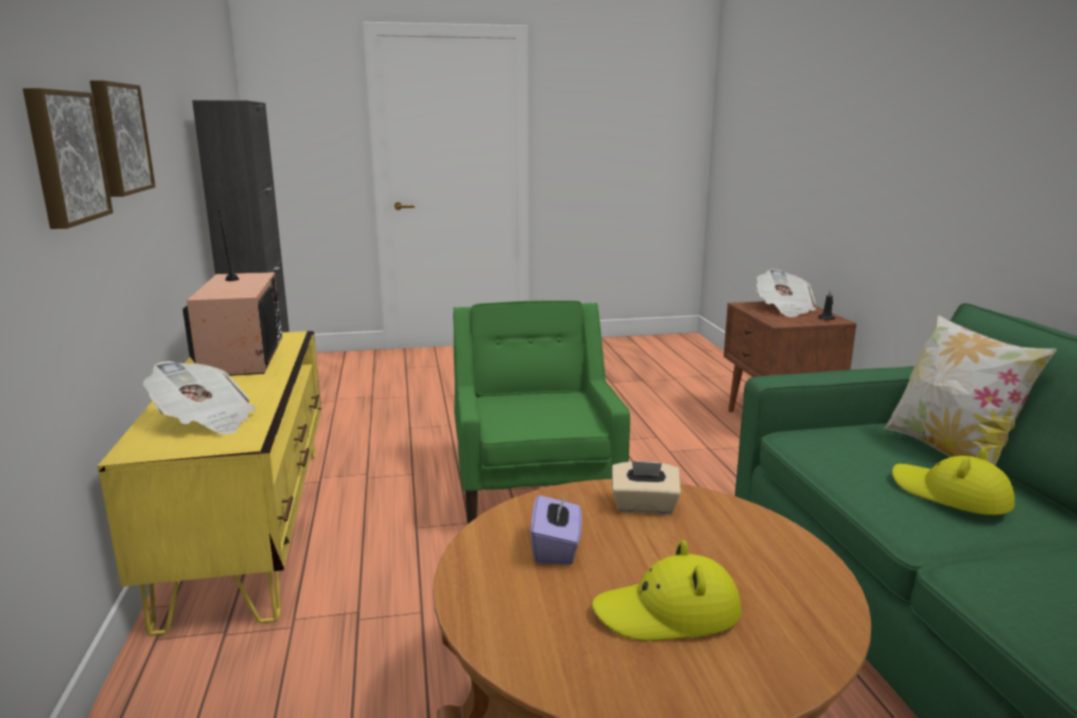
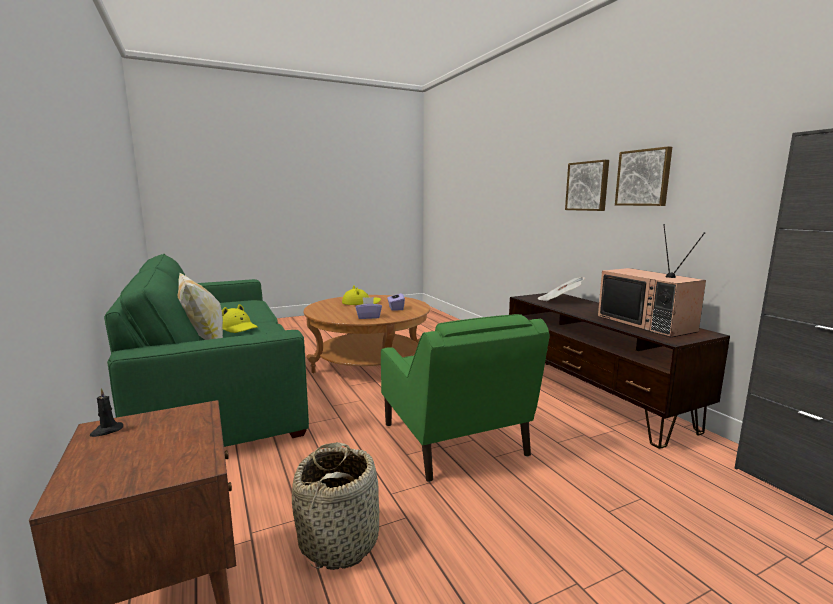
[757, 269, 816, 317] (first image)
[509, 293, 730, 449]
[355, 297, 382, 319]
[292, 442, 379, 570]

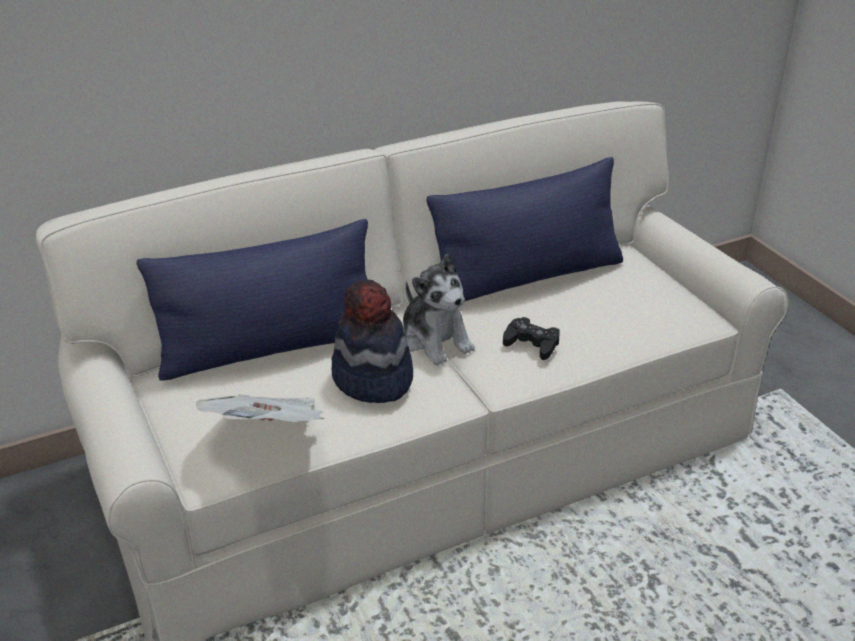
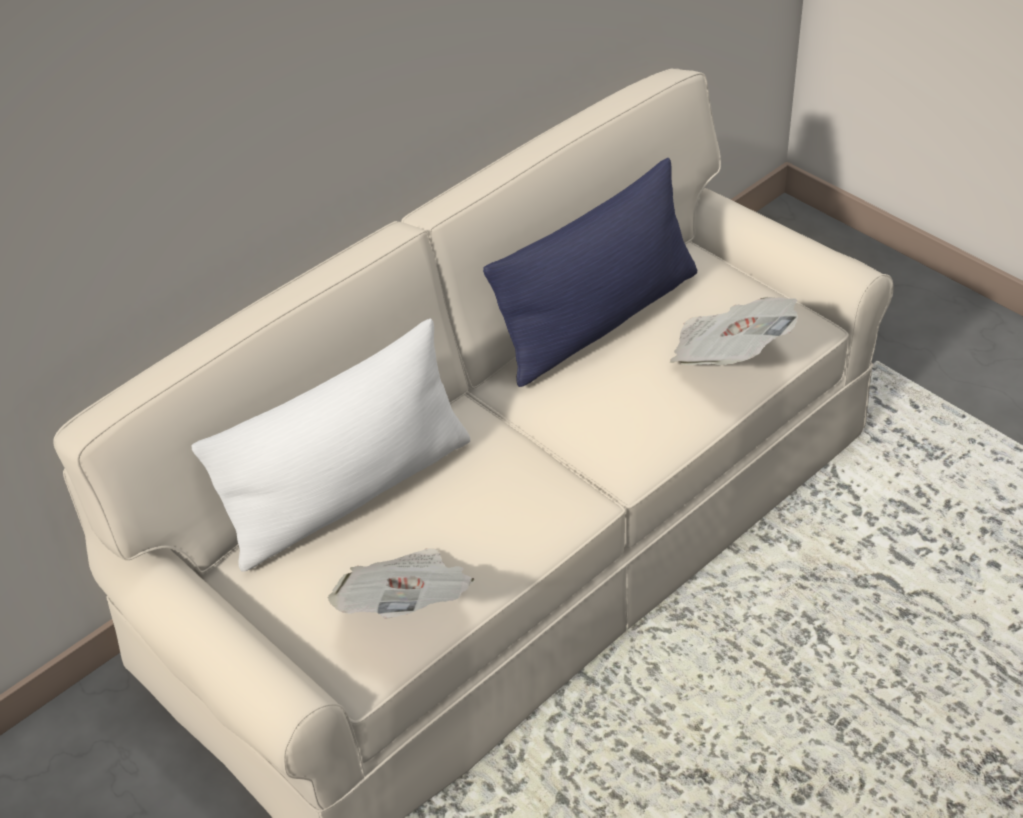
[192, 319, 470, 572]
[403, 254, 475, 365] (first image)
[331, 279, 413, 403] (first image)
[503, 317, 560, 360] (first image)
[670, 297, 798, 365]

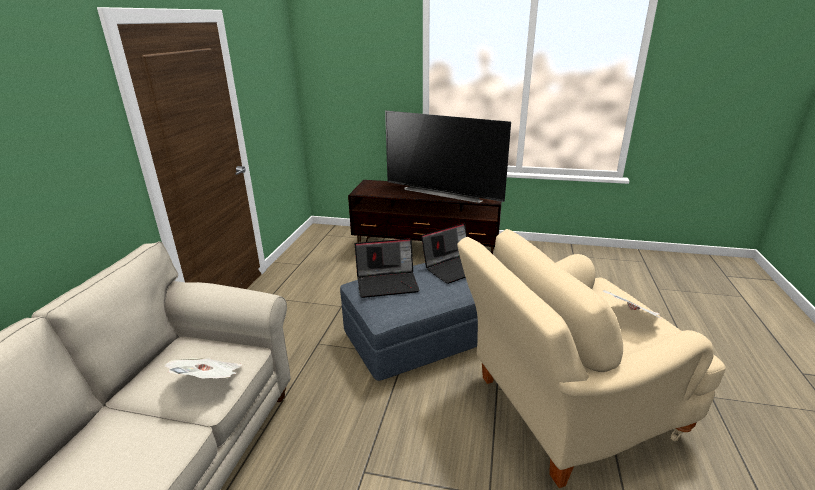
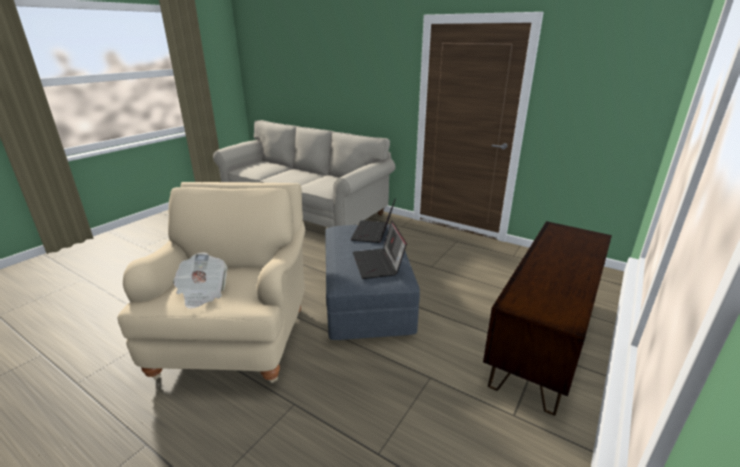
[385, 111, 511, 203] (first image)
[165, 358, 242, 379] (first image)

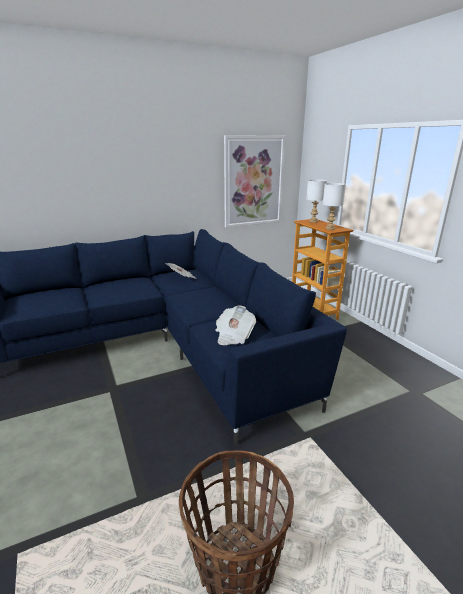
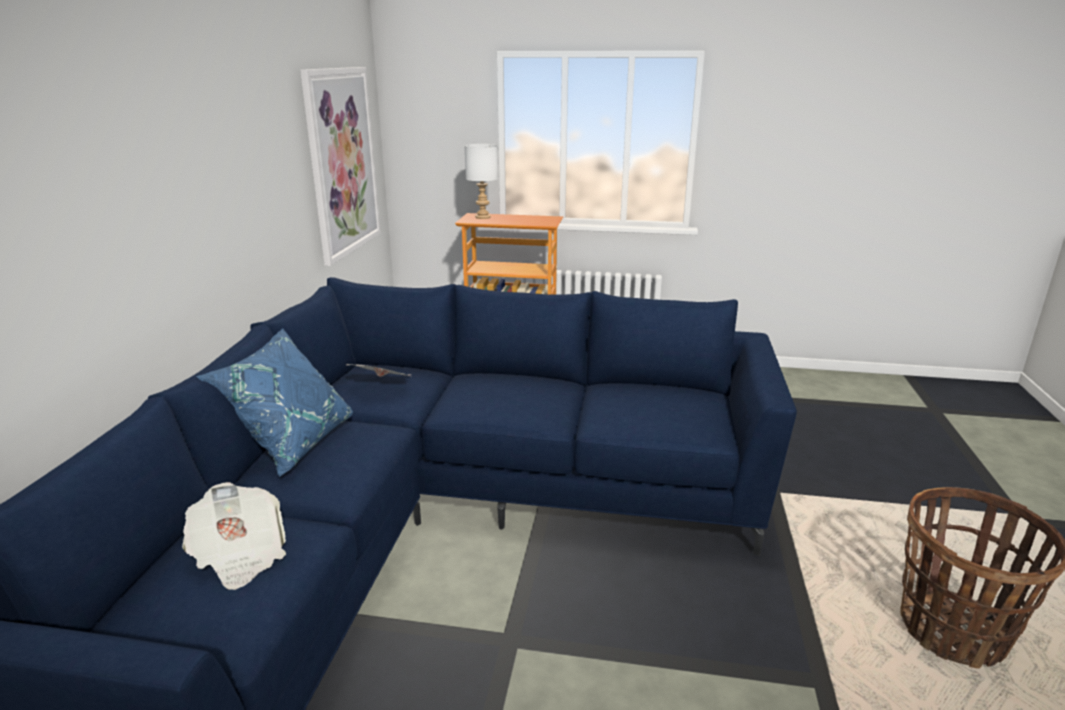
[323, 183, 346, 230] (first image)
[182, 482, 286, 590]
[196, 329, 353, 477]

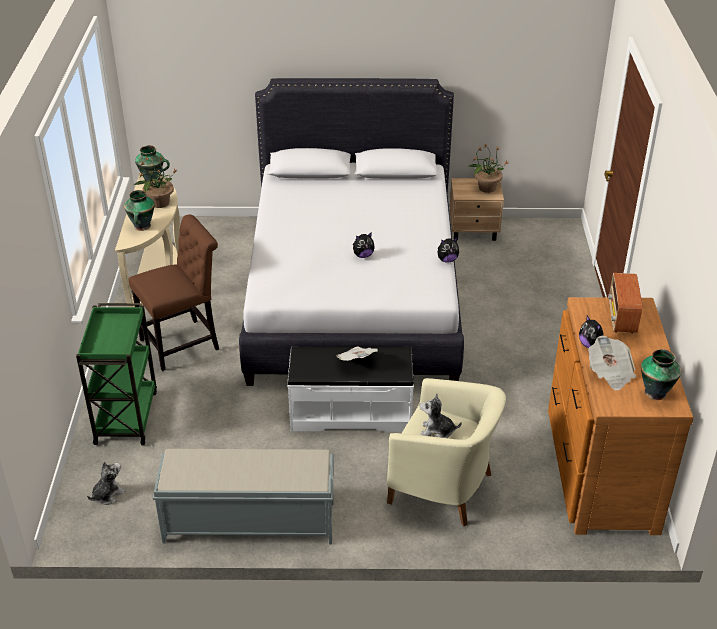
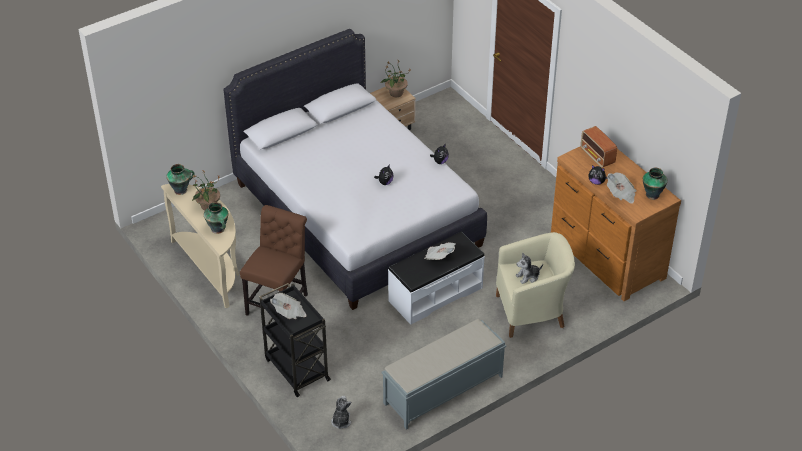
[259, 283, 331, 397]
[270, 293, 307, 319]

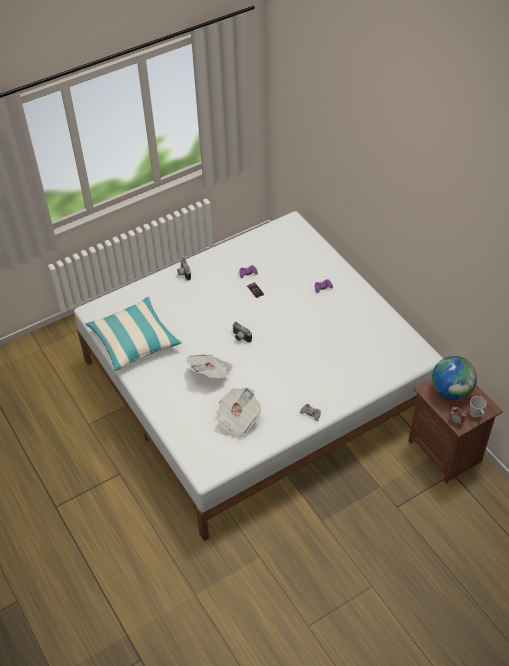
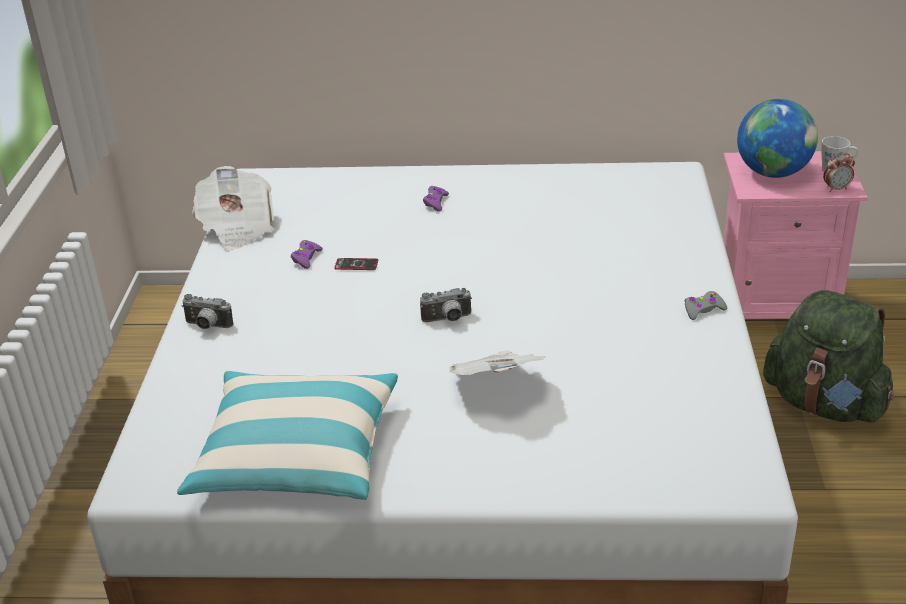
[724, 151, 868, 319]
[193, 166, 274, 250]
[763, 290, 894, 423]

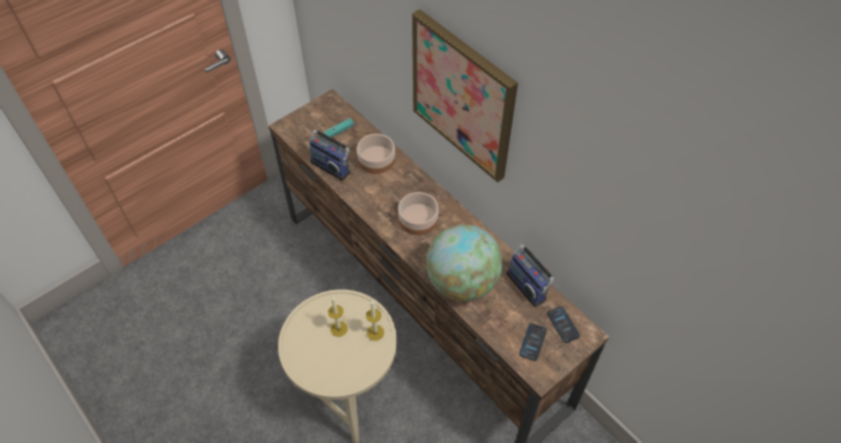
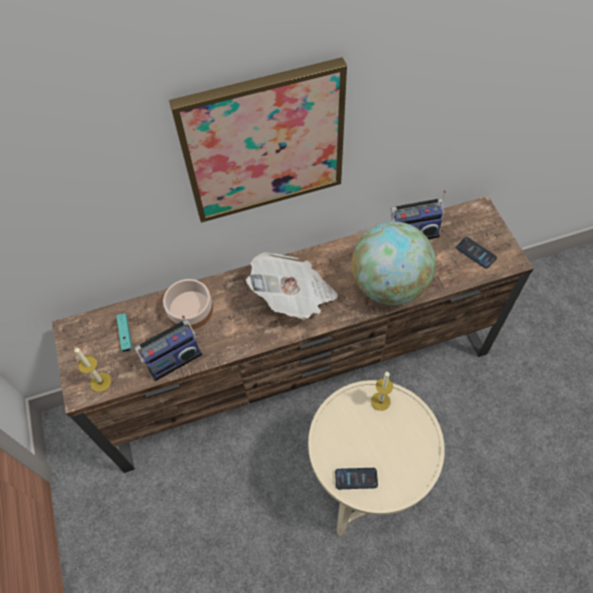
[246, 252, 338, 320]
[74, 348, 112, 392]
[335, 468, 378, 489]

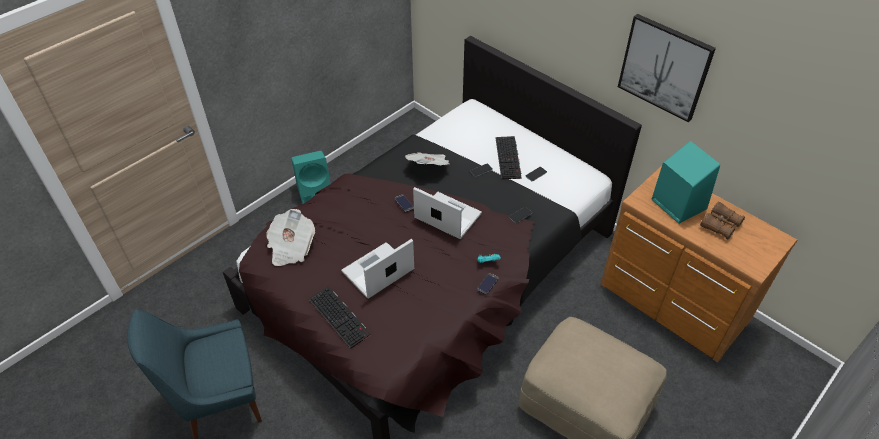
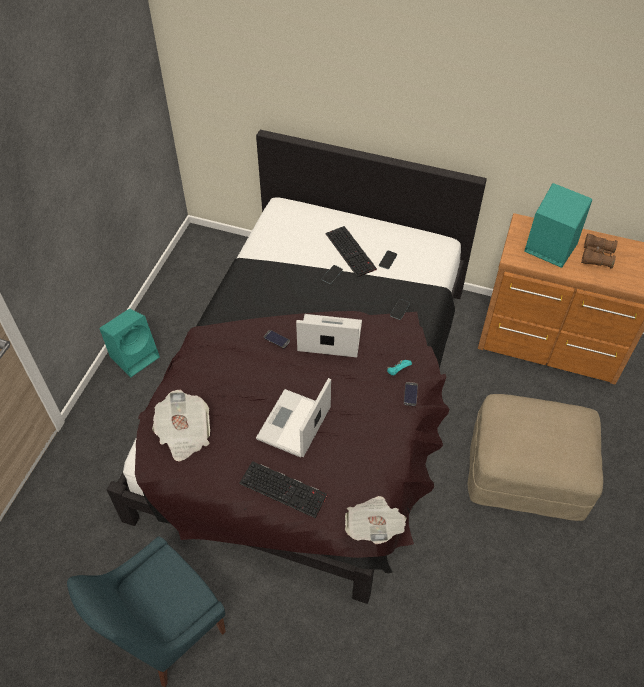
[618, 14, 716, 122] (first image)
[345, 496, 407, 544]

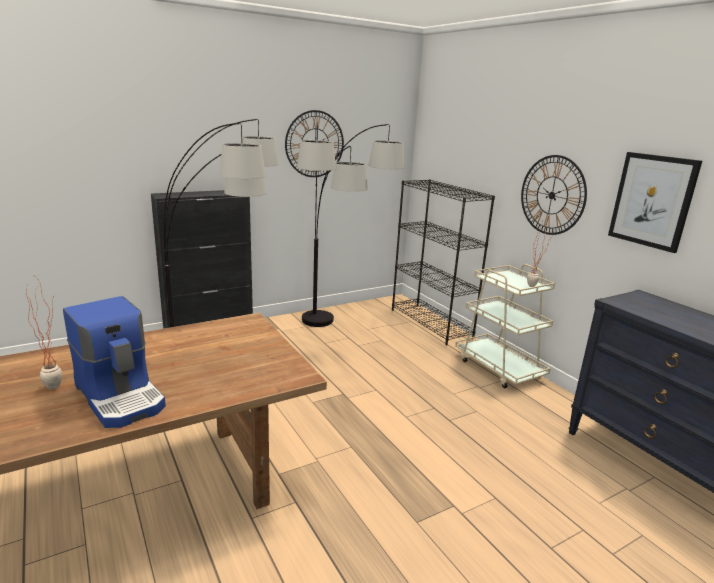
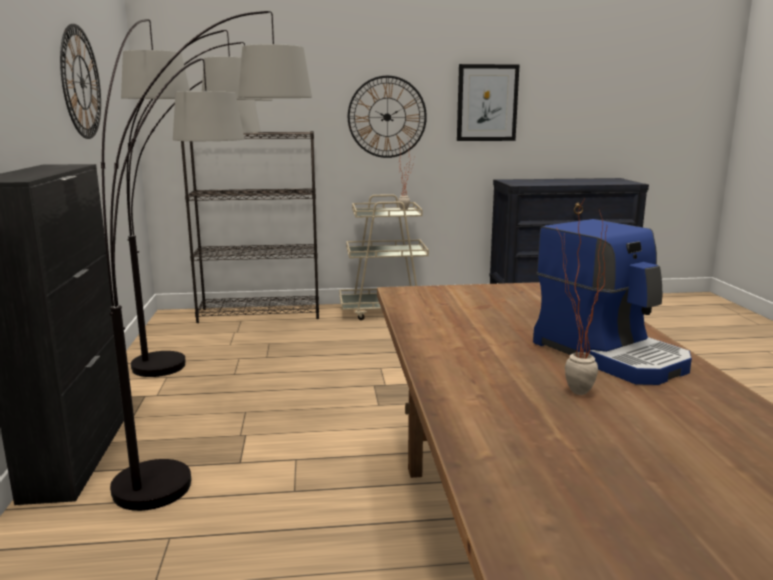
[533, 219, 692, 385]

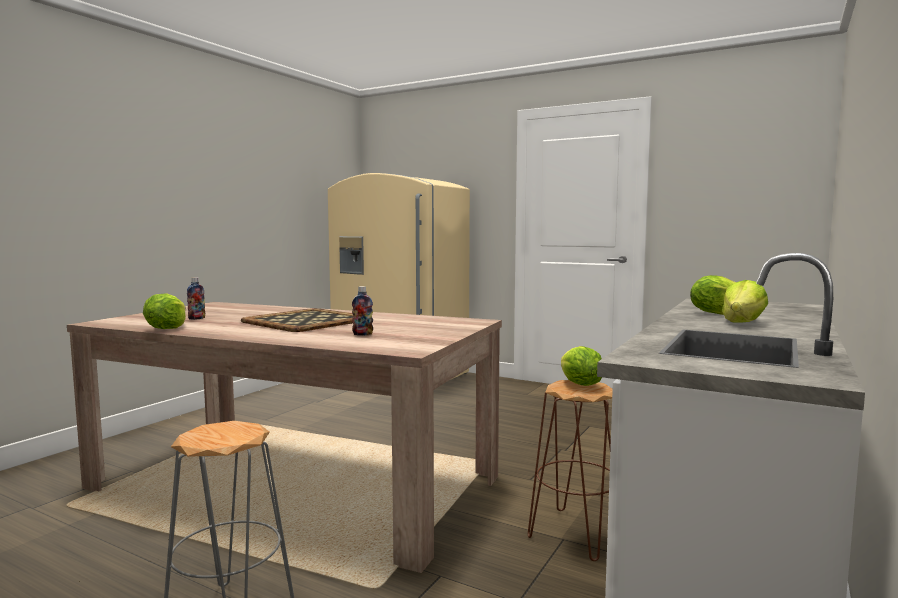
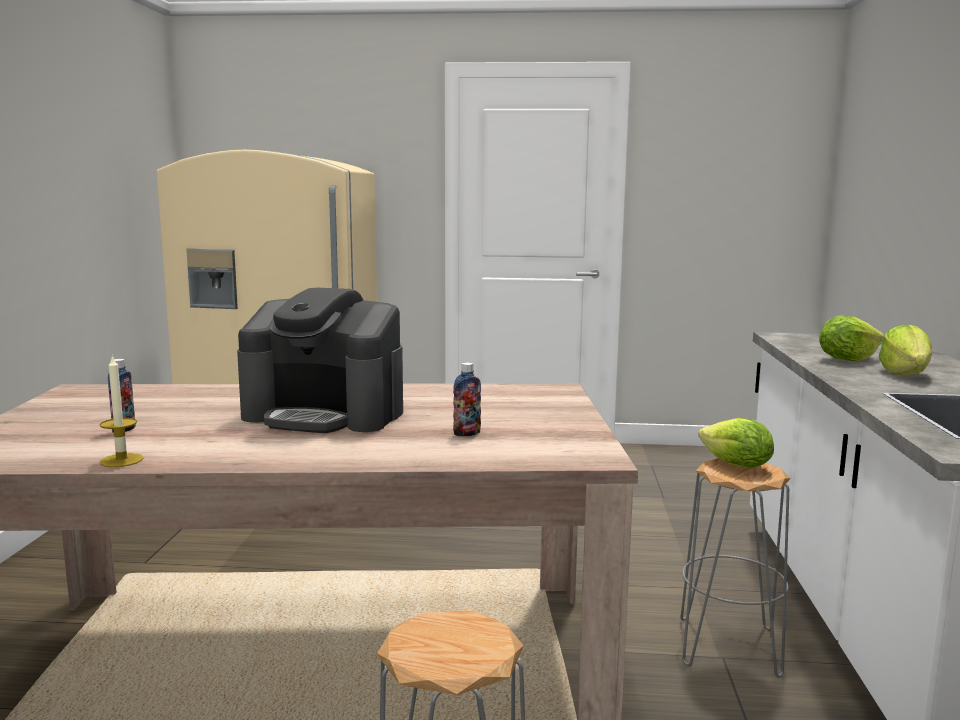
[100, 355, 144, 467]
[237, 288, 403, 433]
[680, 458, 791, 678]

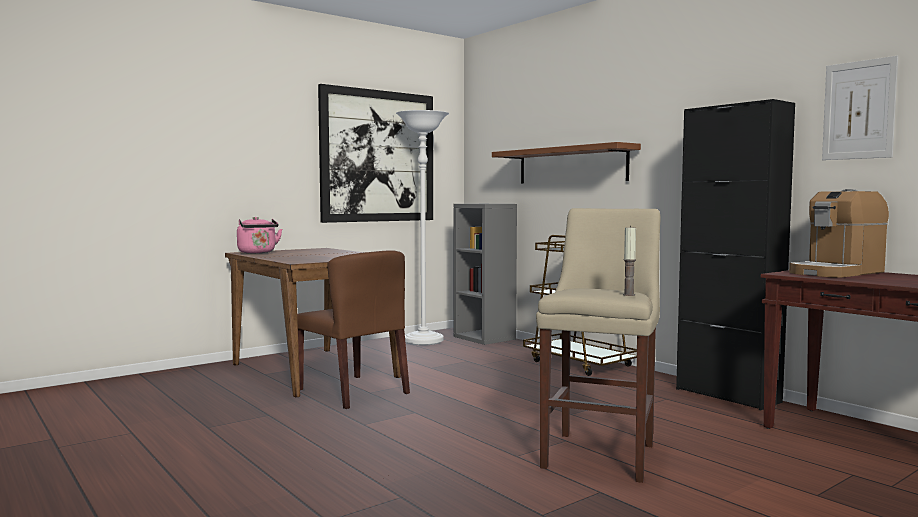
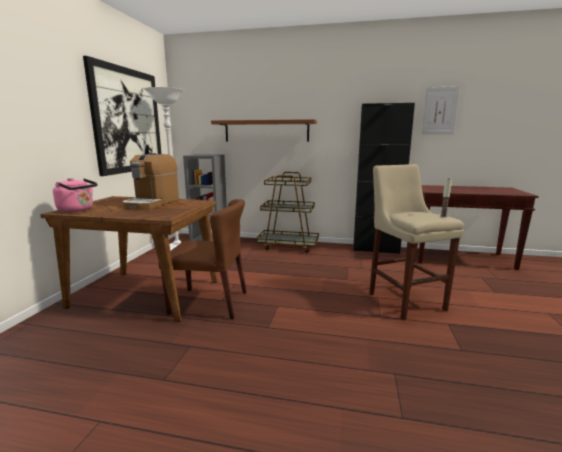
[122, 153, 179, 210]

